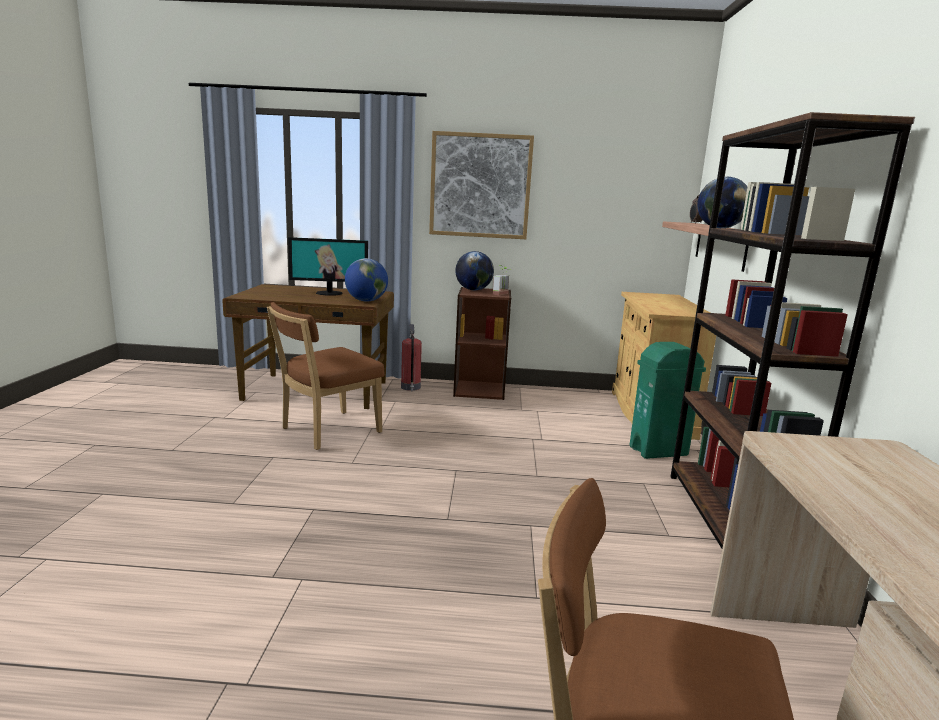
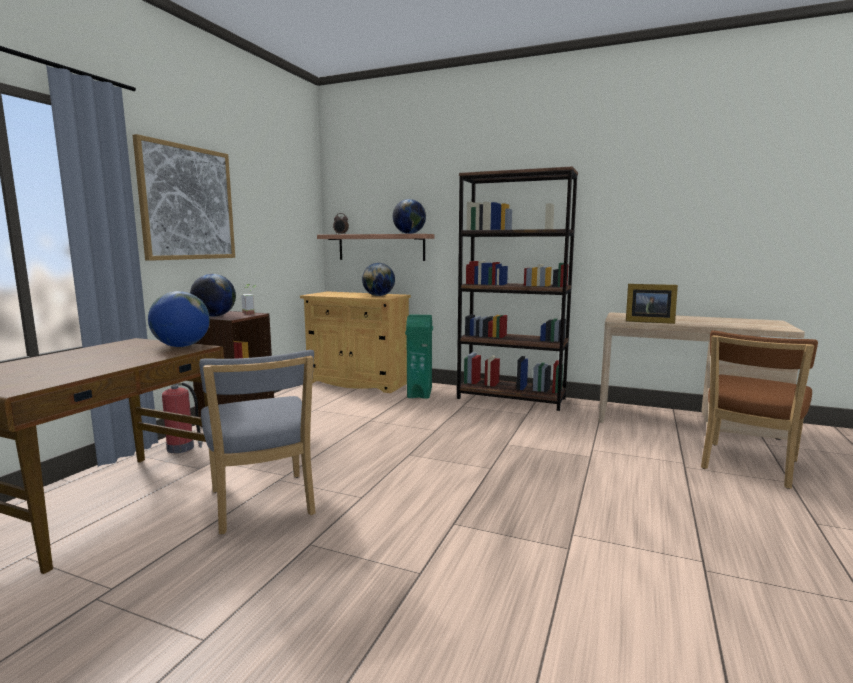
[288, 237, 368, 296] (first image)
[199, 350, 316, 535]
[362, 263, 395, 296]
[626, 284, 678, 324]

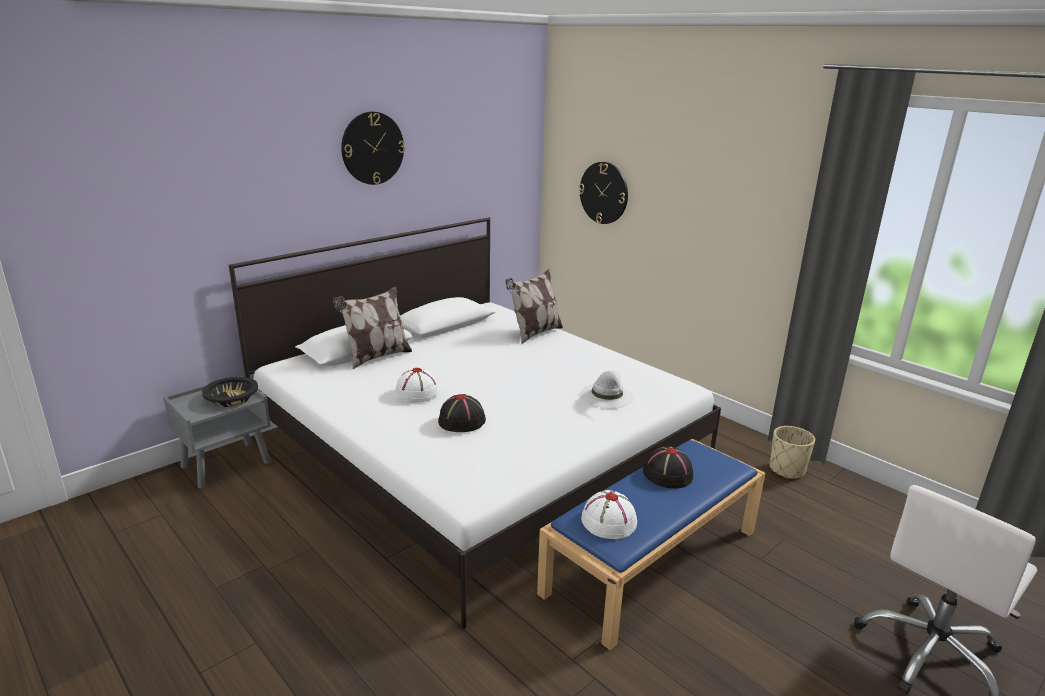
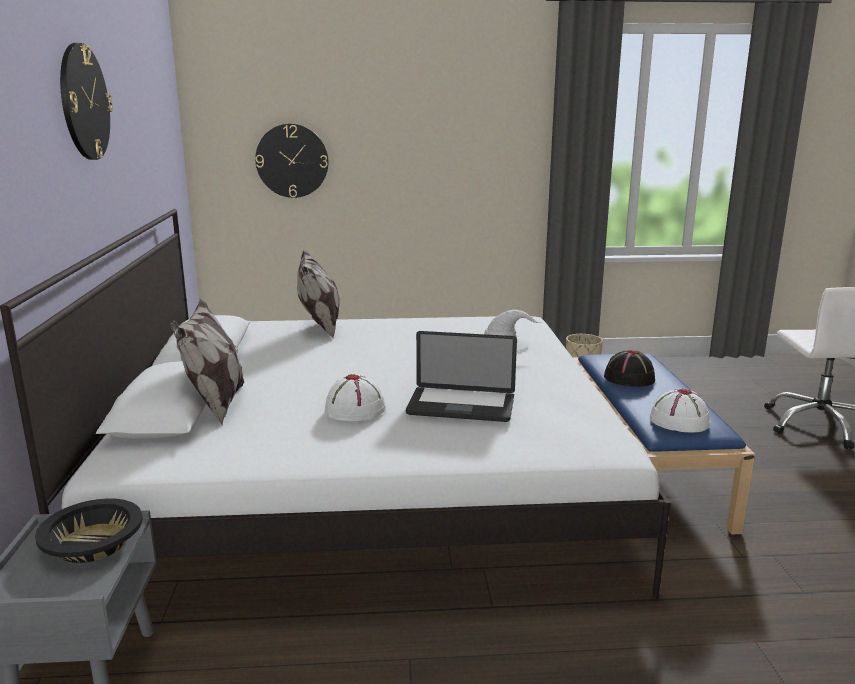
[406, 331, 517, 422]

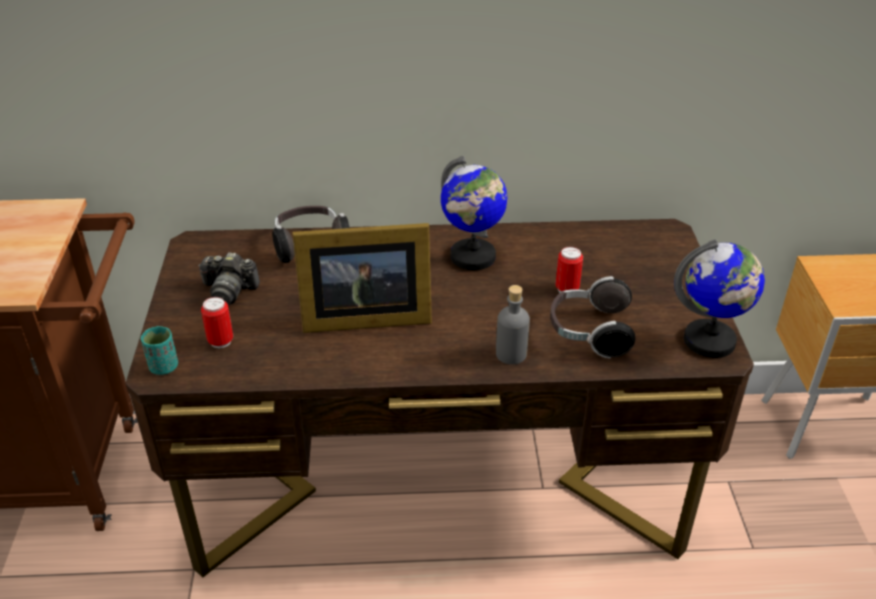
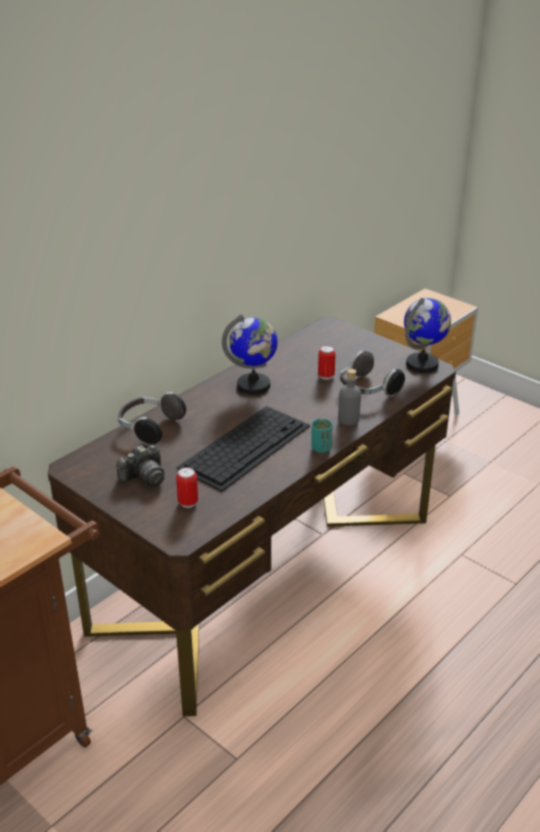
[177, 406, 310, 492]
[311, 419, 332, 453]

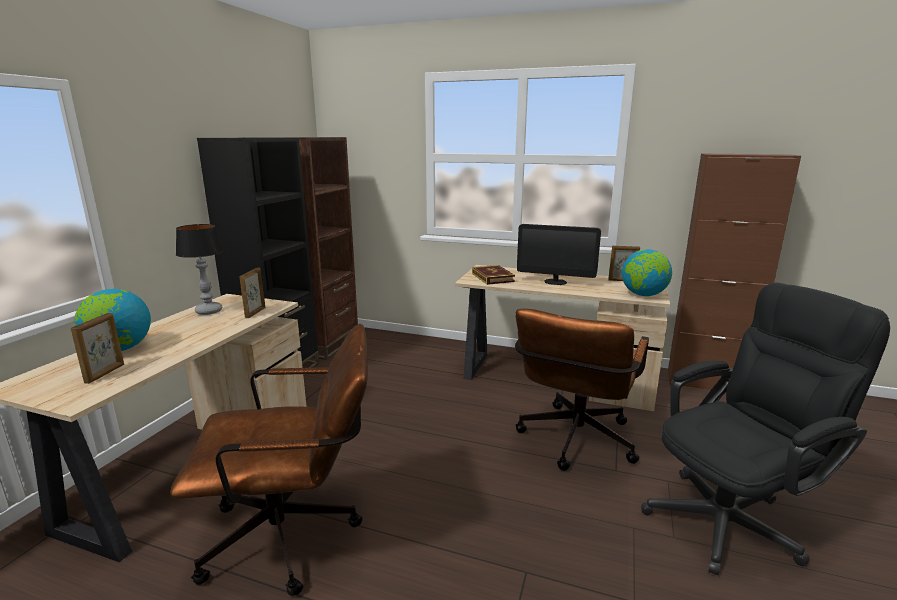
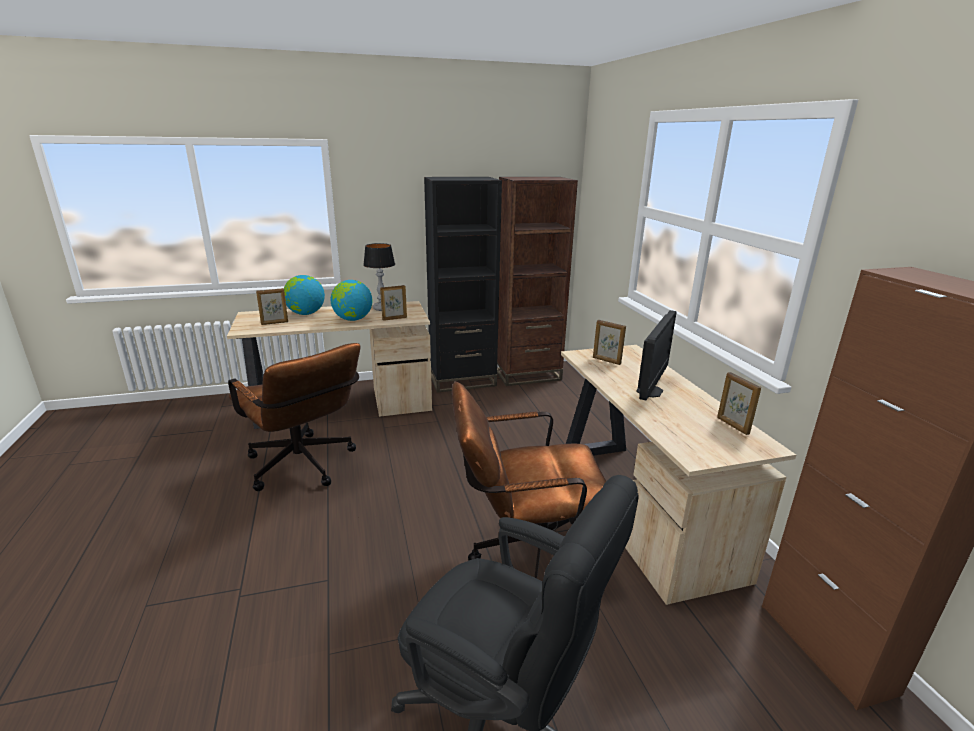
[636, 310, 677, 401]
[330, 280, 373, 321]
[593, 320, 626, 365]

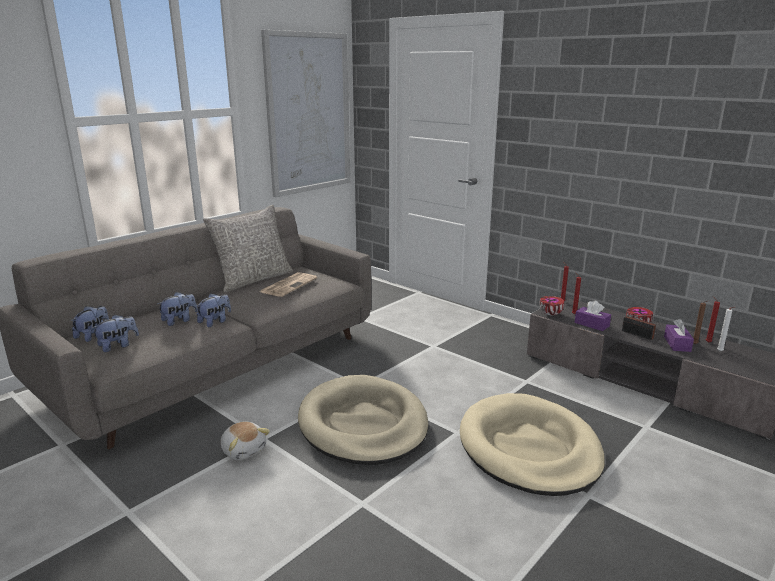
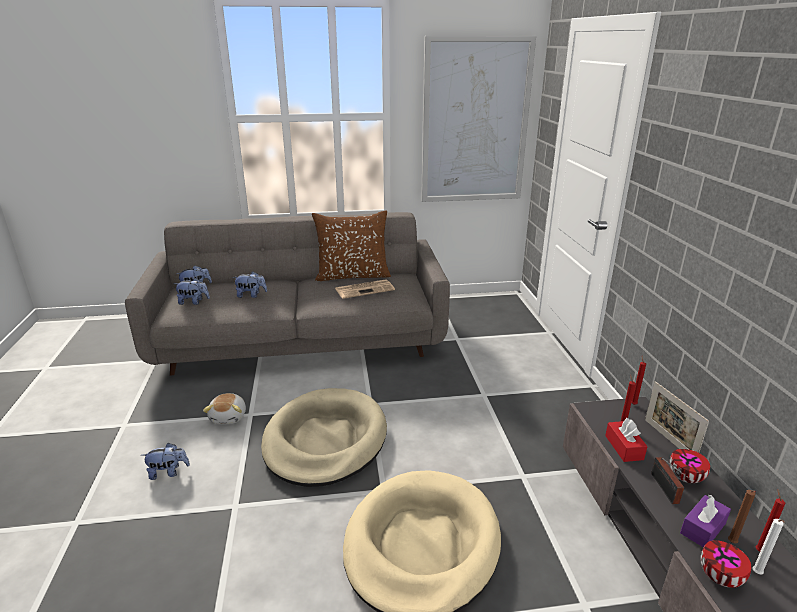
[312, 210, 391, 281]
[141, 443, 190, 480]
[701, 540, 751, 588]
[605, 418, 648, 462]
[645, 381, 709, 453]

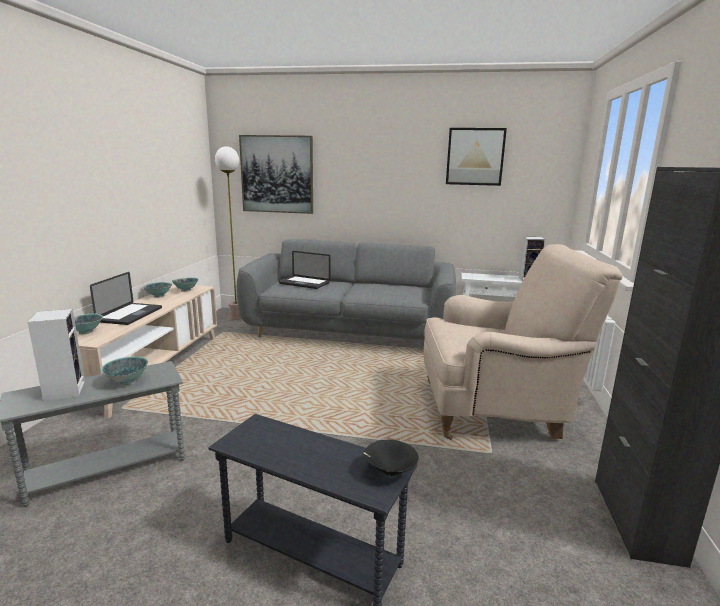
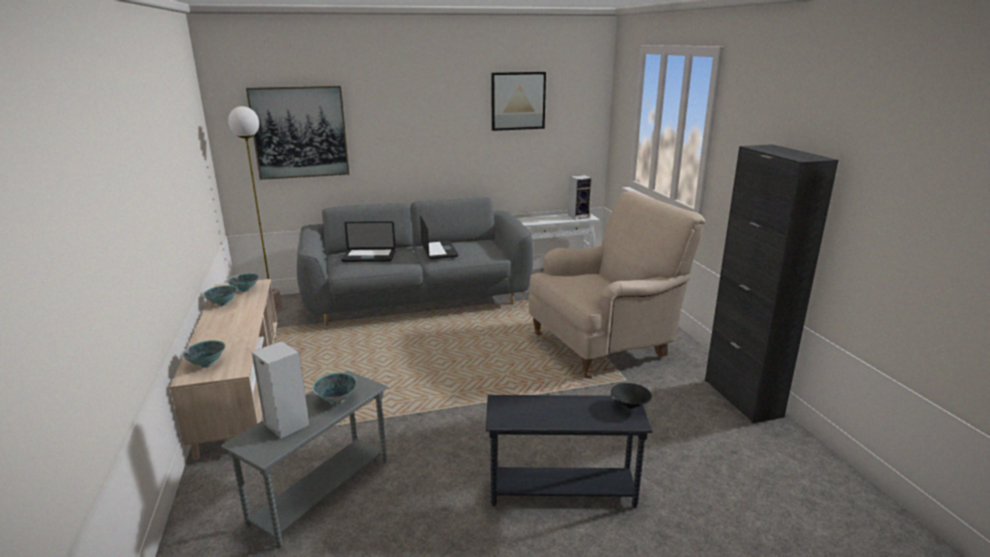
[420, 215, 458, 259]

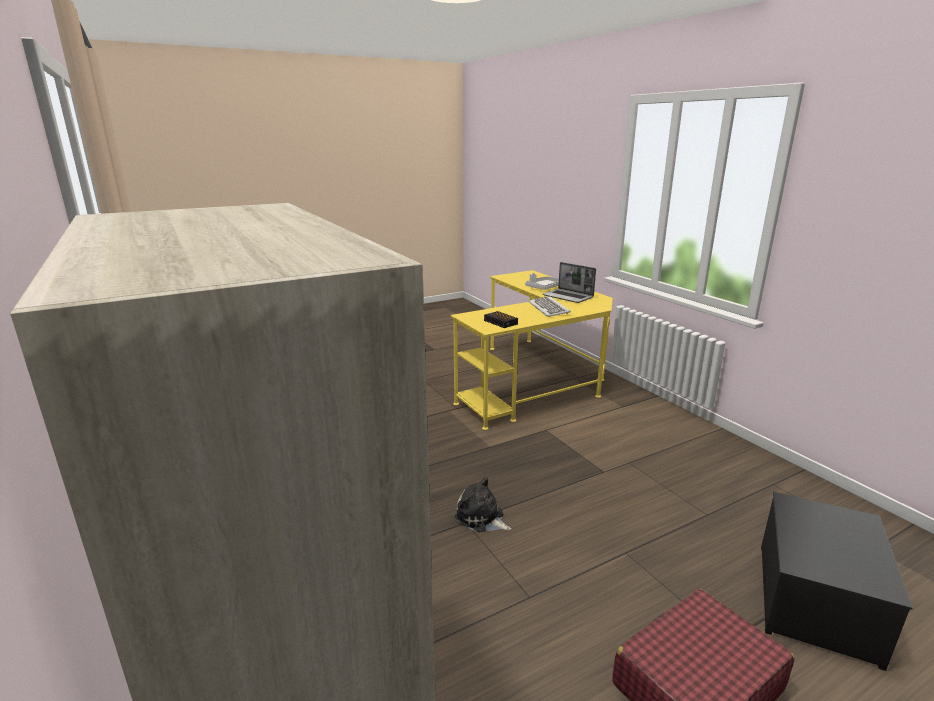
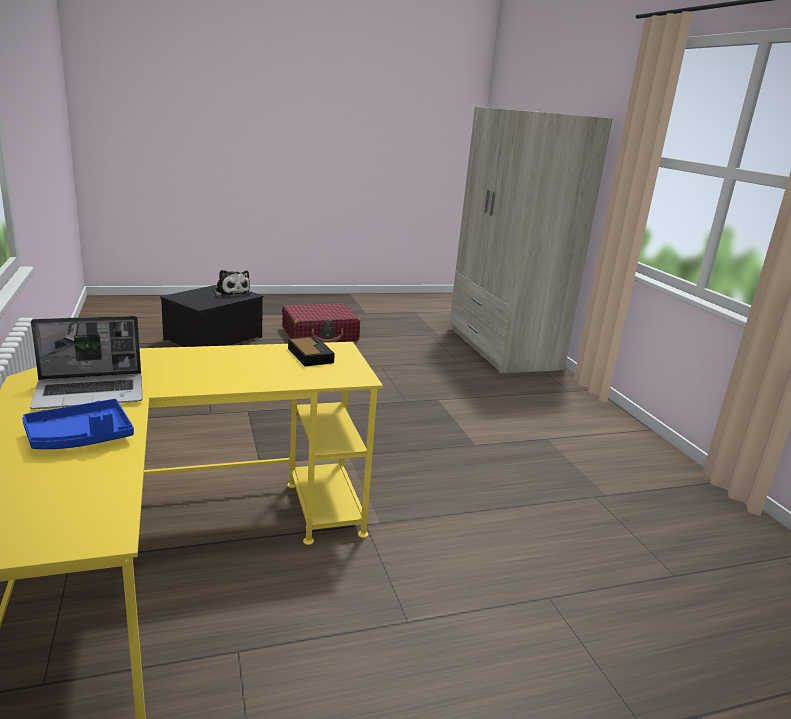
[30, 316, 142, 409]
[22, 399, 134, 449]
[529, 296, 571, 317] (first image)
[214, 270, 250, 297]

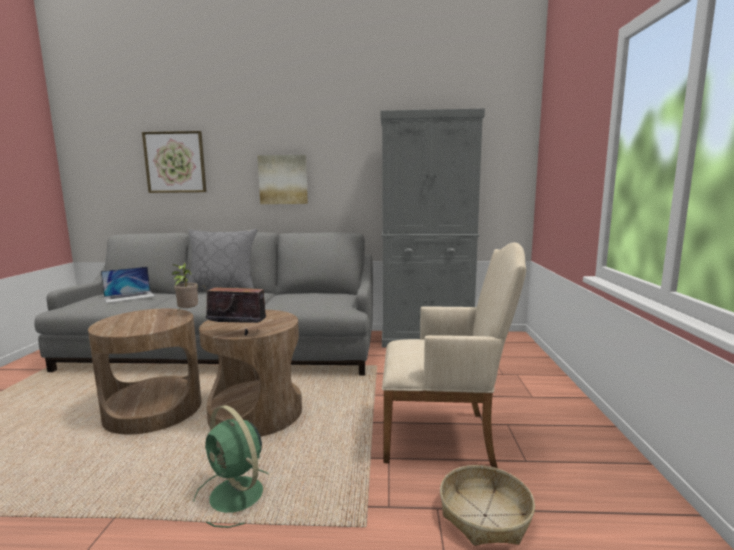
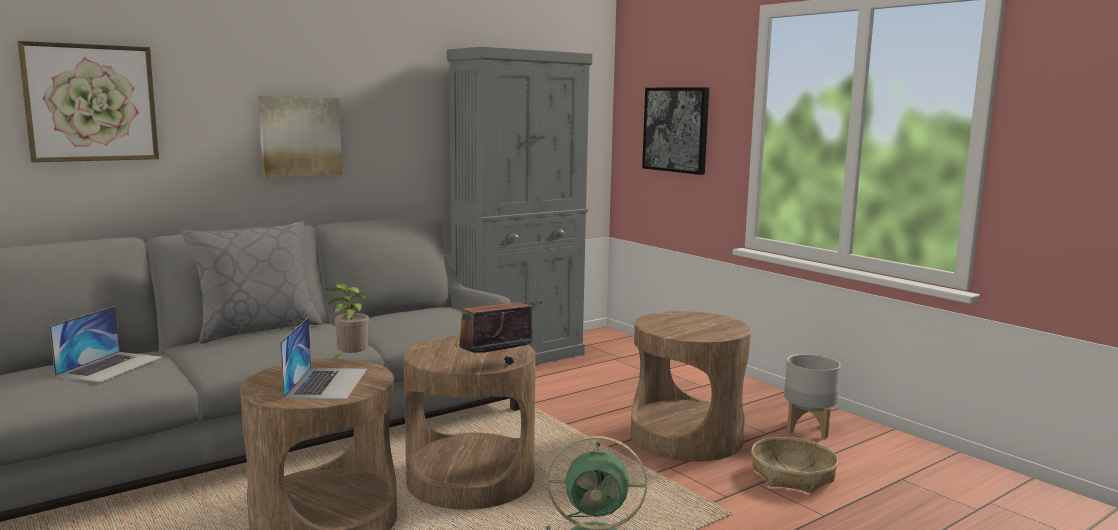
[631, 311, 751, 461]
[642, 87, 709, 175]
[280, 317, 367, 400]
[784, 354, 841, 438]

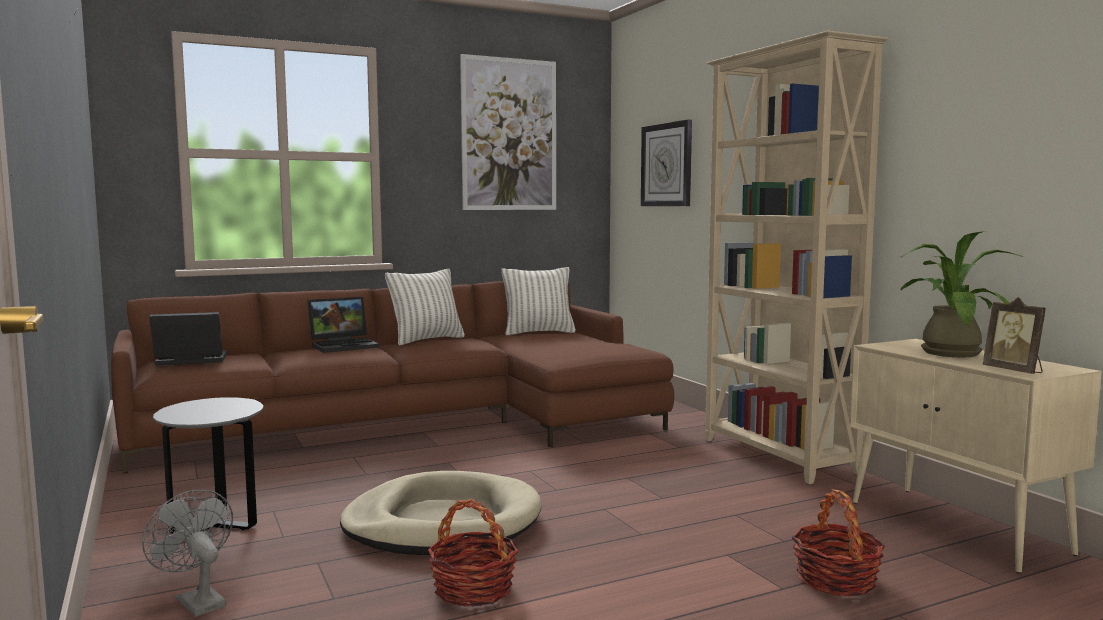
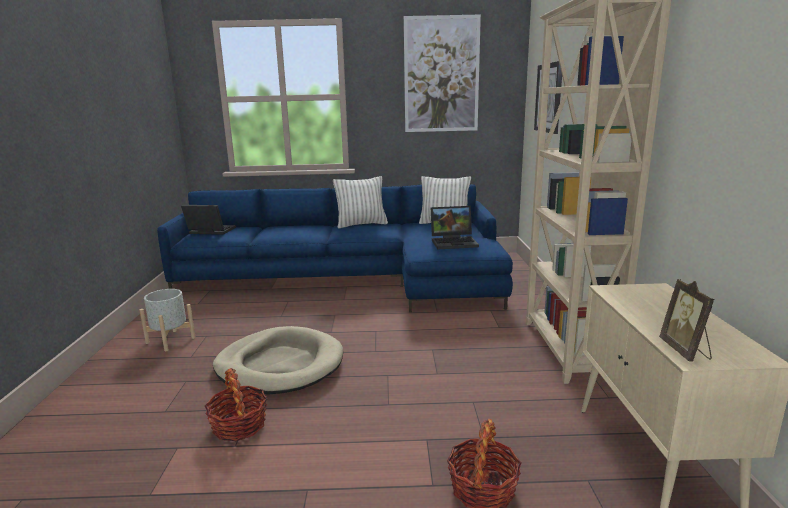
[901, 231, 1024, 357] (first image)
[157, 184, 513, 312]
[431, 206, 479, 249]
[139, 289, 196, 351]
[142, 489, 233, 617] (first image)

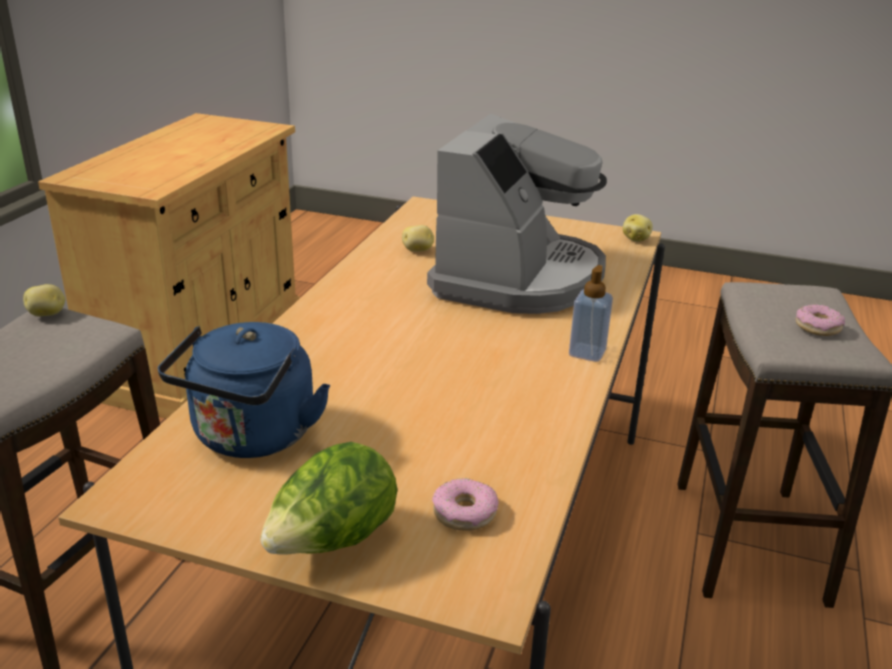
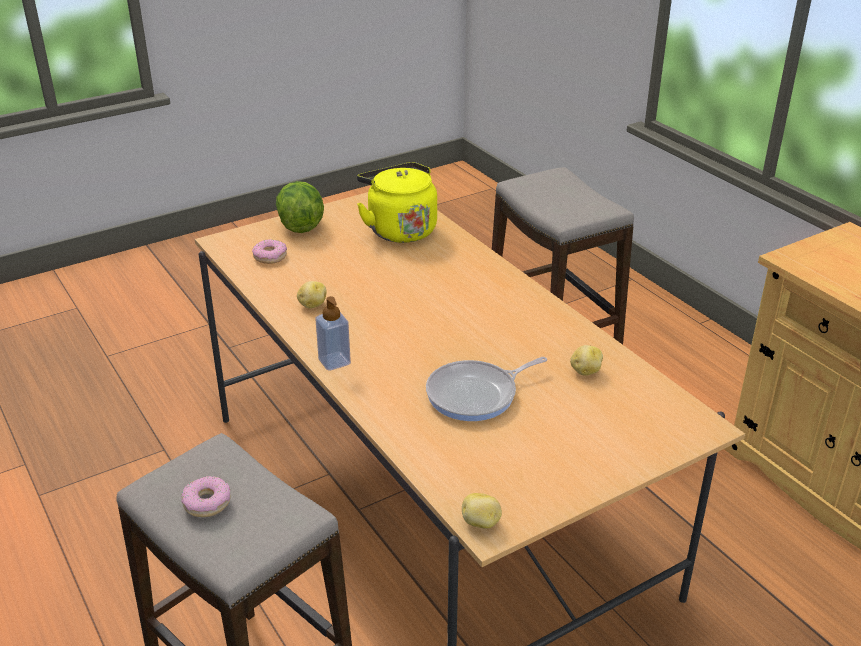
[426, 357, 548, 421]
[297, 281, 327, 308]
[357, 162, 437, 243]

